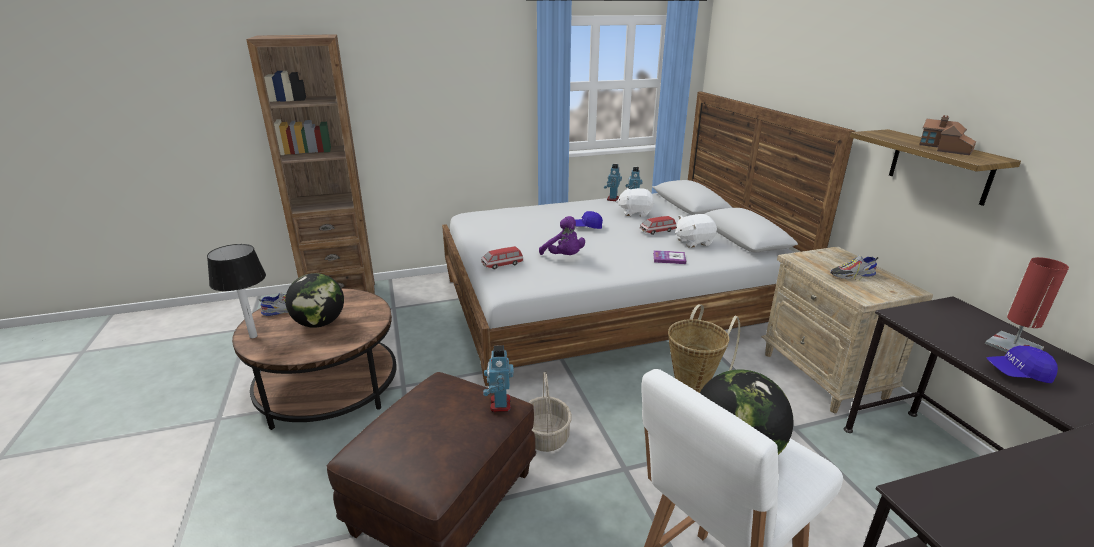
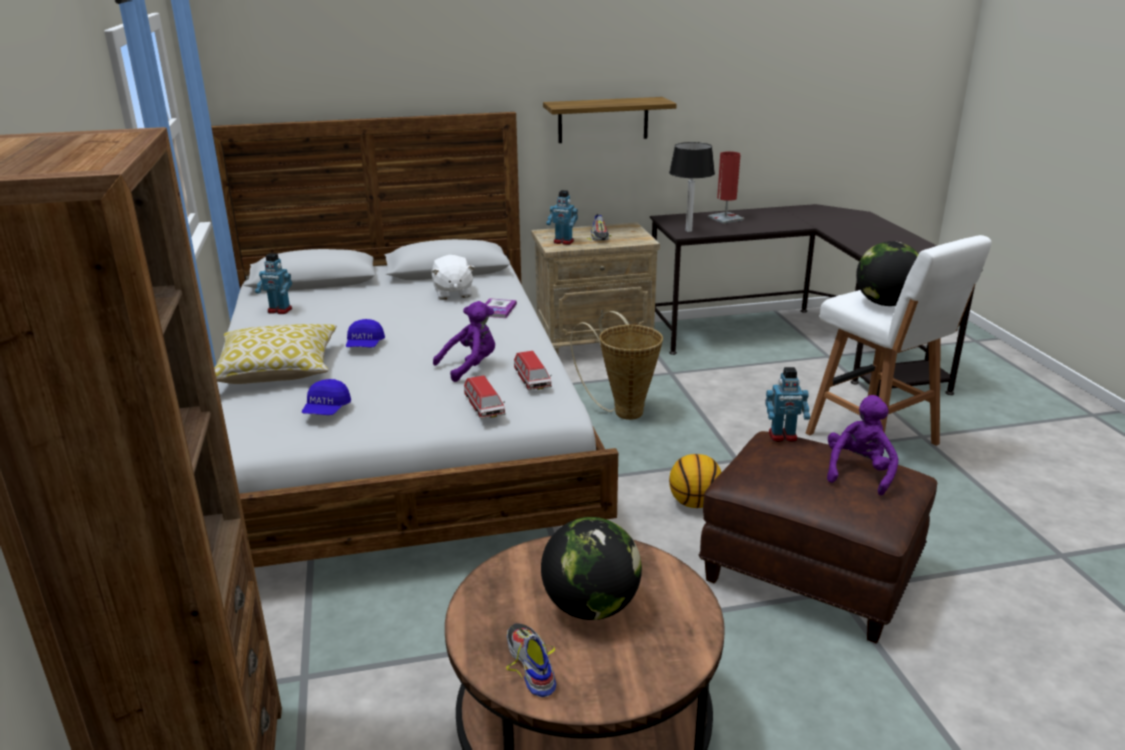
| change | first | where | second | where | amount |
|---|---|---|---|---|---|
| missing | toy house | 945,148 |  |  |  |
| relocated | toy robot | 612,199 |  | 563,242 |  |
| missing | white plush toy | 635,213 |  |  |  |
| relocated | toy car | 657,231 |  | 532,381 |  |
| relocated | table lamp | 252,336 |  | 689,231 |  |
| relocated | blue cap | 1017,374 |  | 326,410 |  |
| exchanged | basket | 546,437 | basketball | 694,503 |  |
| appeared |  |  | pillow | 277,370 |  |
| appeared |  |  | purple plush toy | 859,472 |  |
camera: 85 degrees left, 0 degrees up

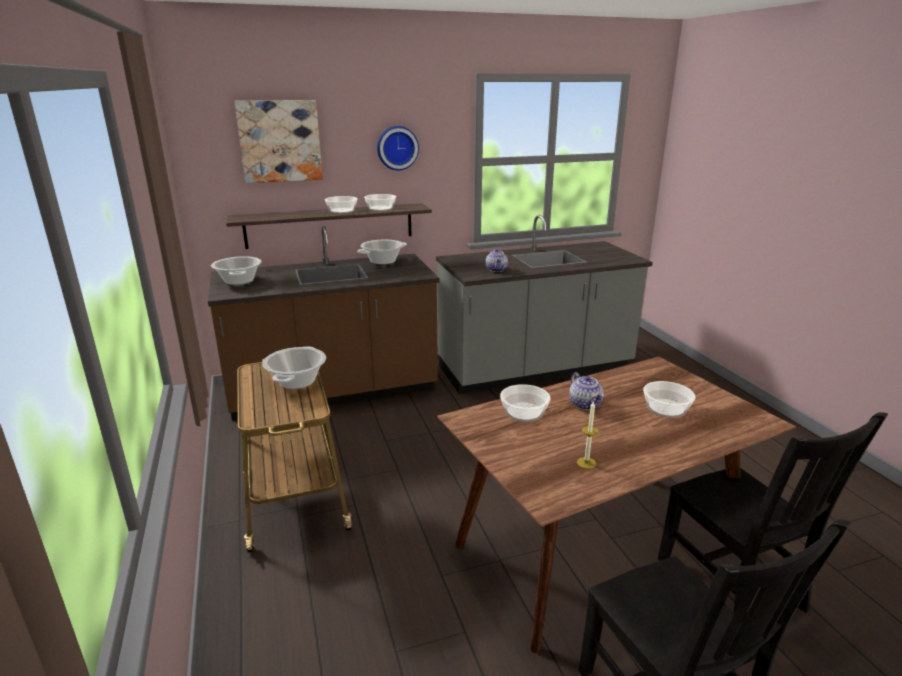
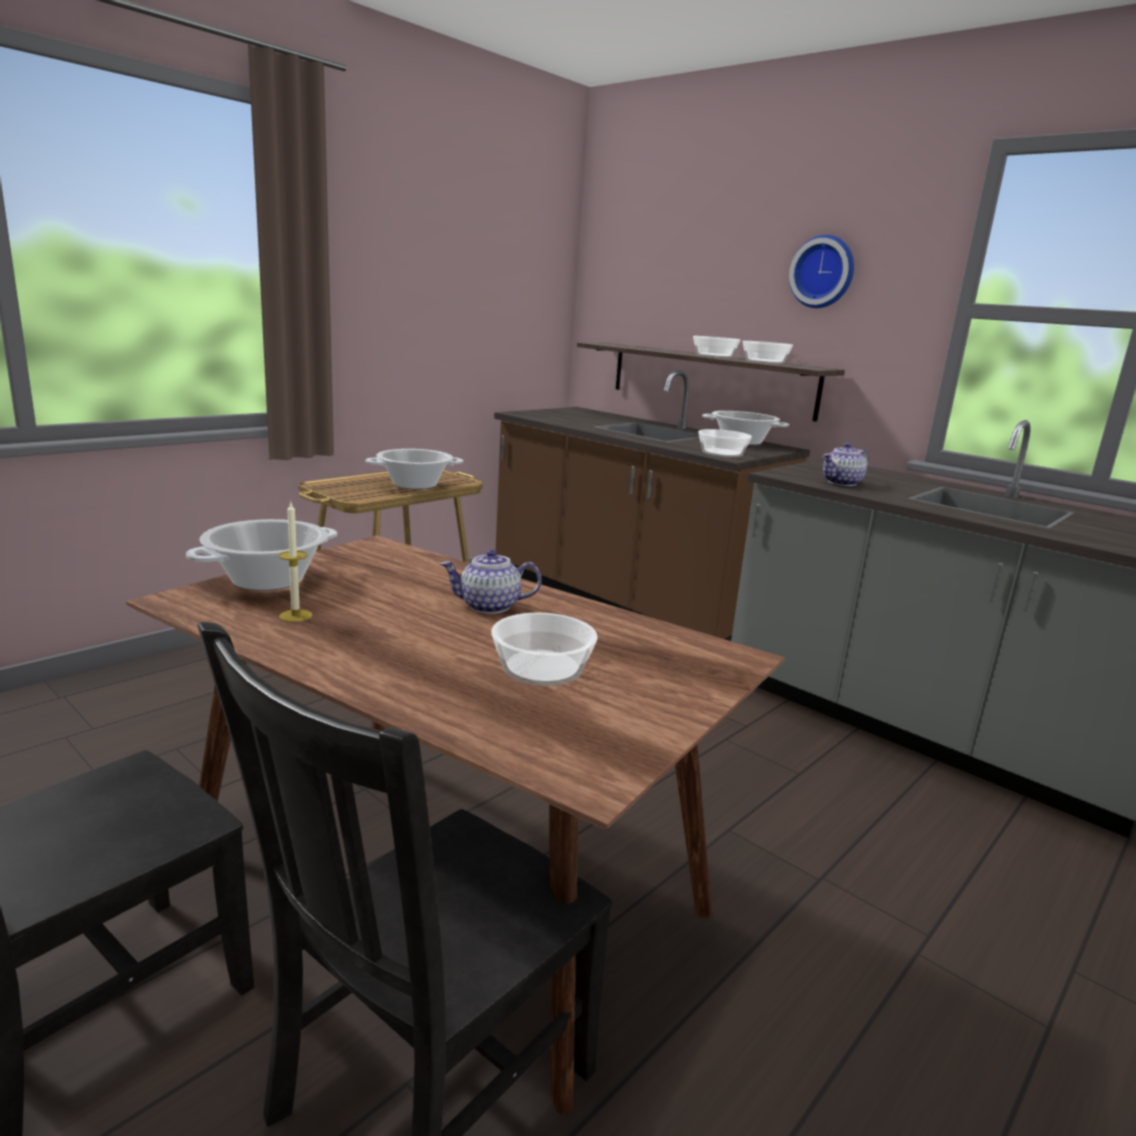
| change | first | where | second | where | amount |
|---|---|---|---|---|---|
| missing | picture | 280,141 |  |  |  |
| relocated | cooking pot | 239,281 |  | 268,580 |  |
| spun | teapot | 585,404 |  | 489,606 | 45 degrees clockwise |
| relocated | bowl | 523,412 |  | 722,453 |  |
camera: 60 degrees right, 5 degrees down

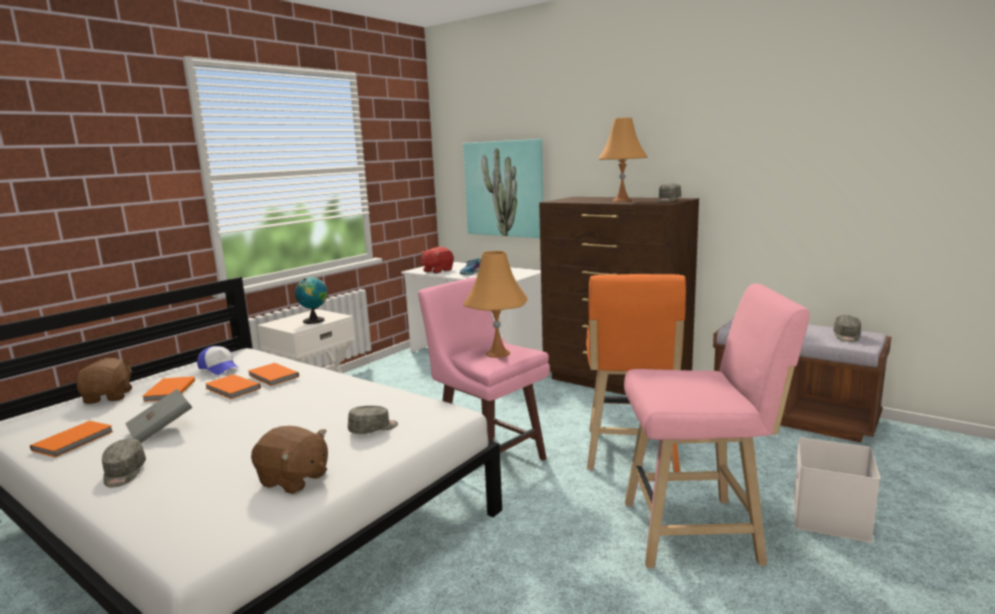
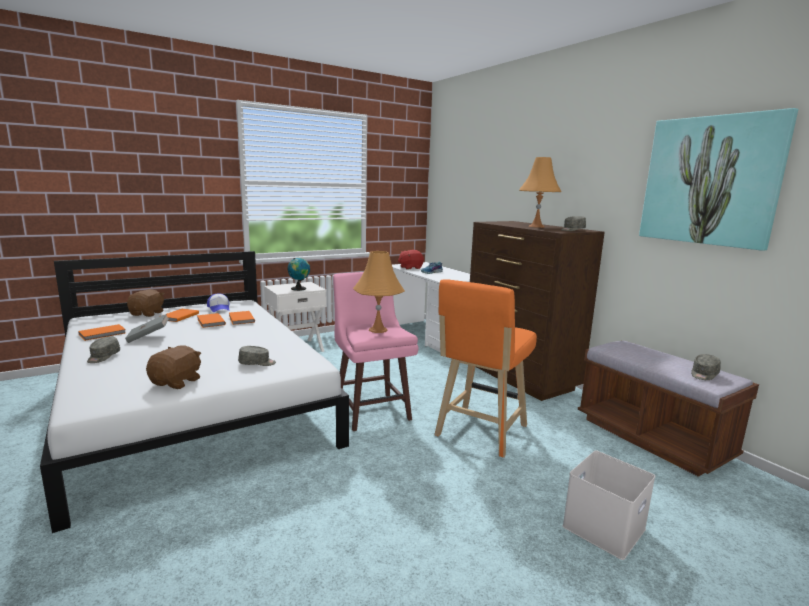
| change | first | where | second | where | amount |
|---|---|---|---|---|---|
| relocated | picture | 504,188 |  | 710,181 |  |
| missing | pink stool | 698,532 |  |  |  |
| spun | brown plush toy | 294,480 |  | 177,382 | 120 degrees counterclockwise |
camera: 20 degrees right, 0 degrees up

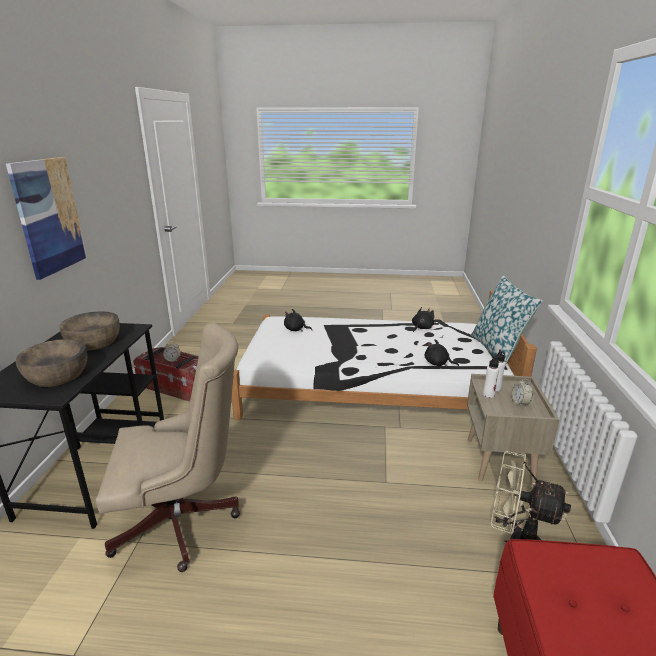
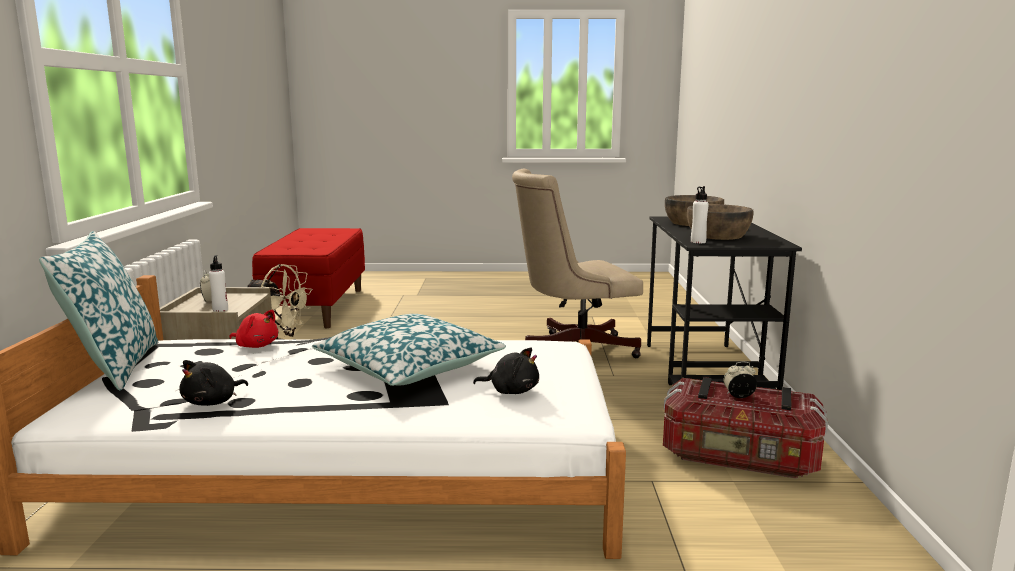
| change | first | where | second | where | amount |
|---|---|---|---|---|---|
| missing | picture | 49,216 |  |  |  |
| colour | black plush toy | 438,363 | red plush toy | 256,345 |  |
| relocated | white bottle | 488,394 |  | 698,242 |  |
| appeared |  |  | pillow | 409,367 |  |
camera: 175 degrees right, 10 degrees down

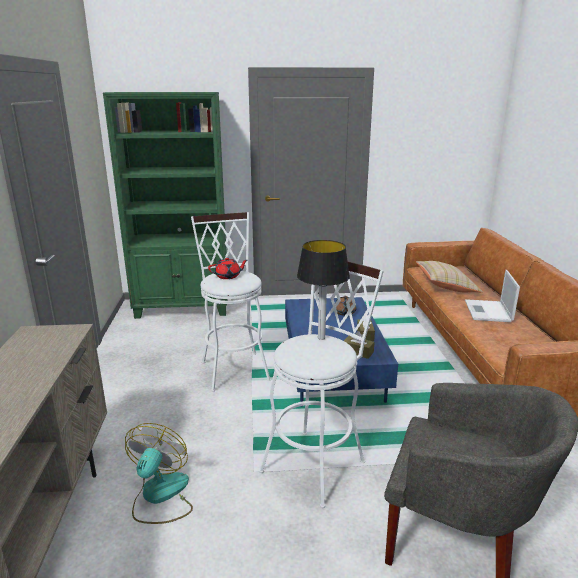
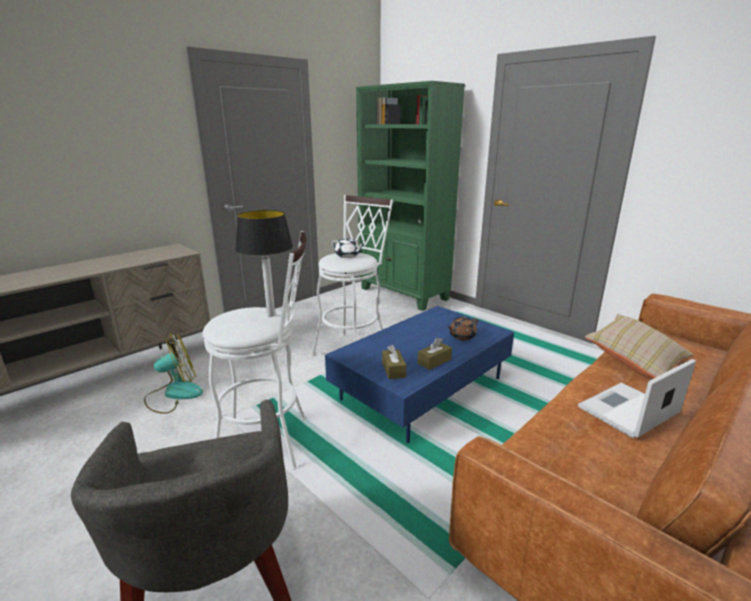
| change | first | where | second | where | amount |
|---|---|---|---|---|---|
| colour | red teapot | 228,276 | white teapot | 347,256 |  |
camera: 50 degrees right, 0 degrees up

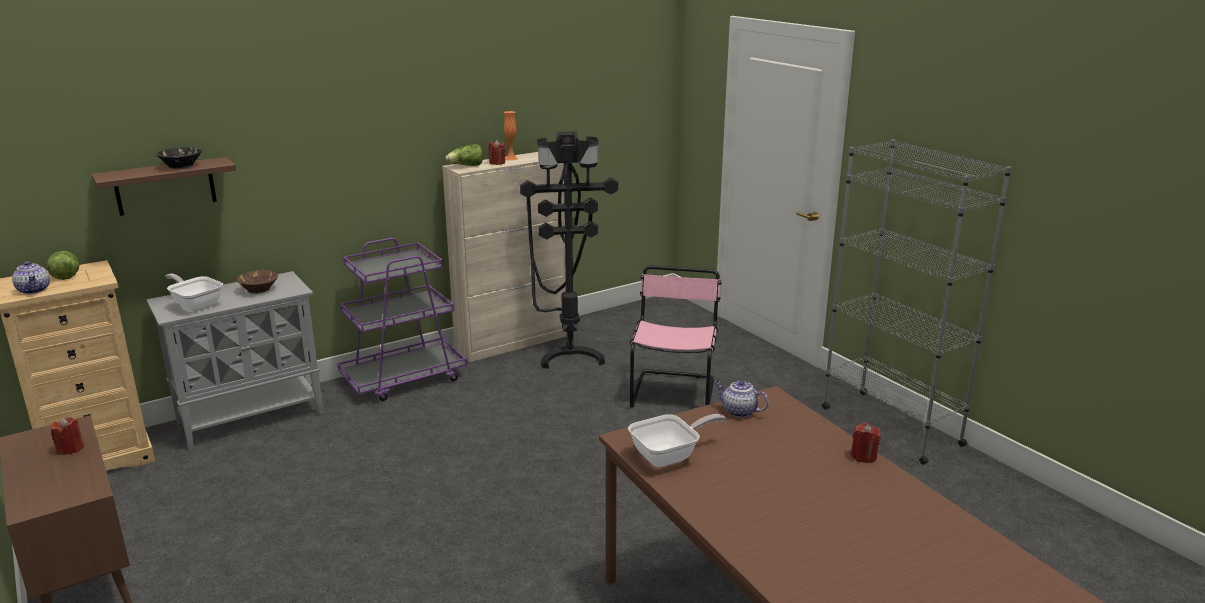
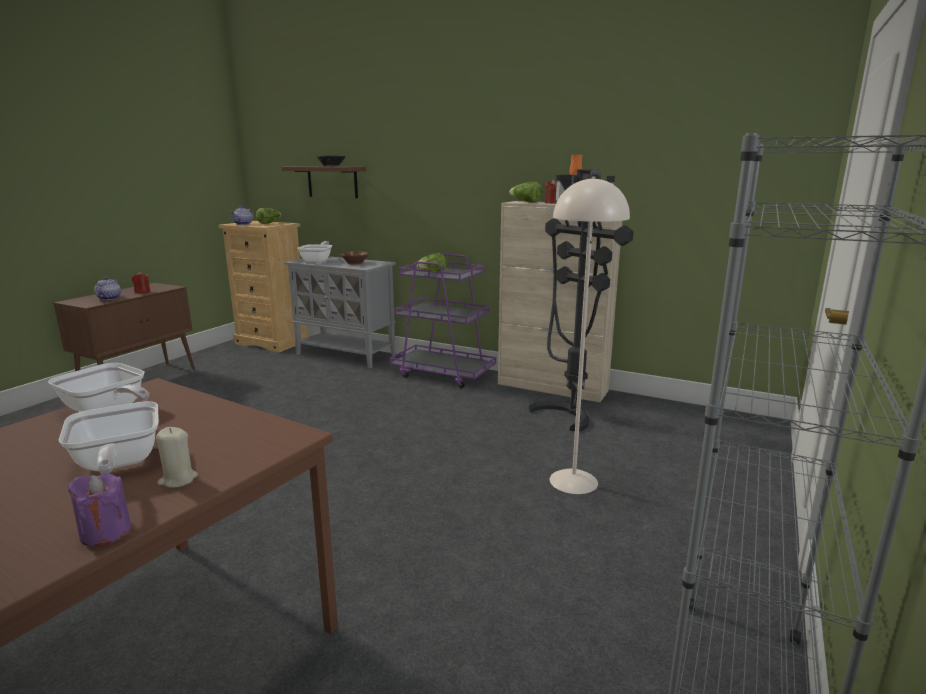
| change | first | where | second | where | amount |
|---|---|---|---|---|---|
| exchanged | pink chair | 673,391 | beige floor lamp | 574,481 |  |
| relocated | teapot | 739,411 |  | 109,298 |  |
| colour | red candle | 863,456 | purple candle | 106,532 |  |
| appeared |  |  | lettuce | 431,272 |  |
| appeared |  |  | frying pan | 117,464 |  |
| appeared |  |  | beige candle | 178,479 |  |
camera: 60 degrees right, 5 degrees down

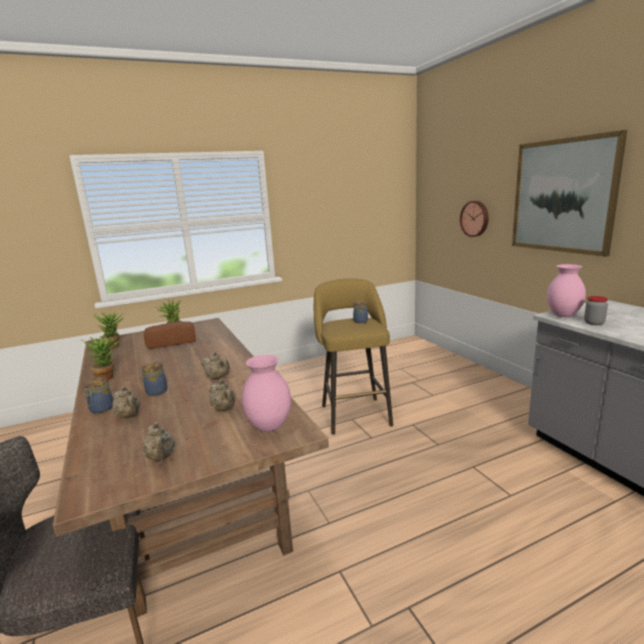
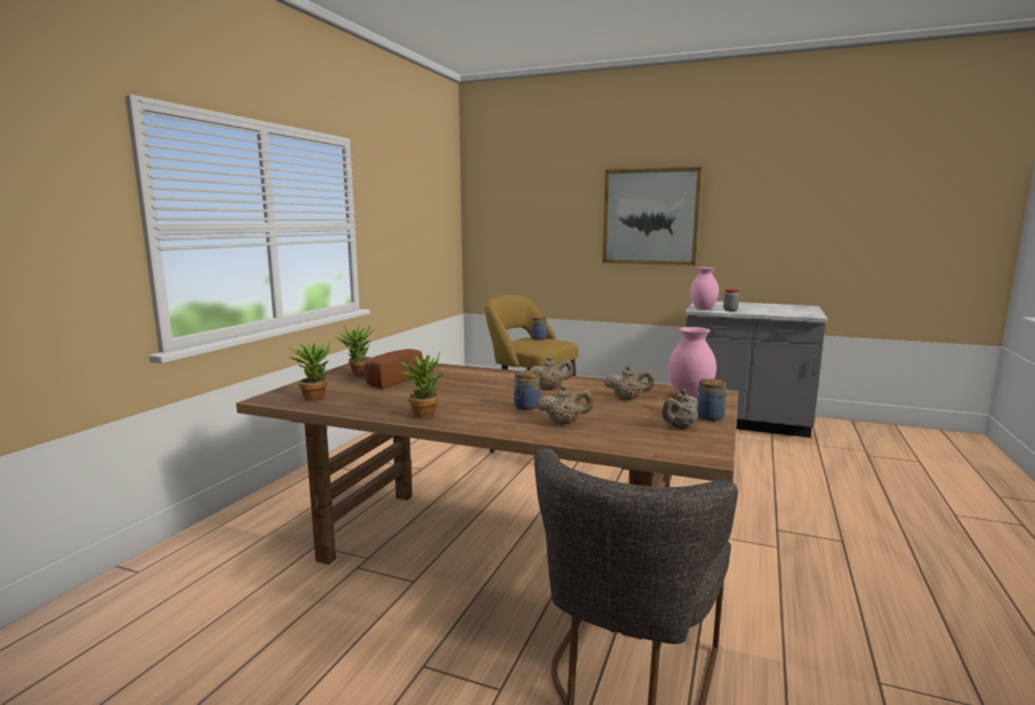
| change | first | where | second | where | amount |
|---|---|---|---|---|---|
| missing | wall clock | 475,218 |  |  |  |
| relocated | jar | 101,409 |  | 711,417 |  |
| spun | beige teapot | 161,458 |  | 679,427 | 120 degrees clockwise |
camera: 45 degrees left, 5 degrees down

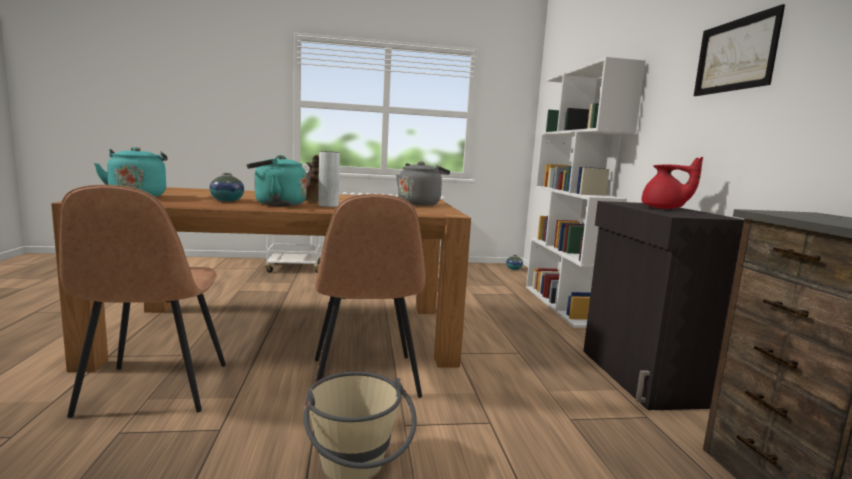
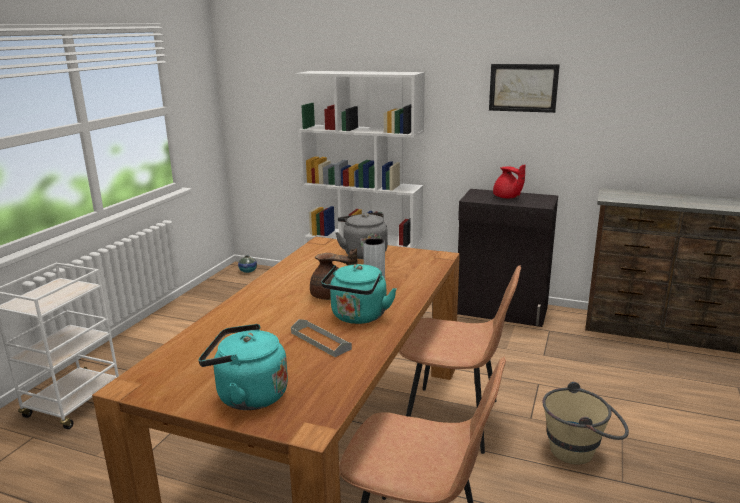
| change | first | where | second | where | amount |
|---|---|---|---|---|---|
| spun | red teapot | 664,208 |  | 507,197 | 75 degrees clockwise |
| exchanged | vase | 227,200 | grey tray | 320,341 |  |
camera: 60 degrees left, 10 degrees up

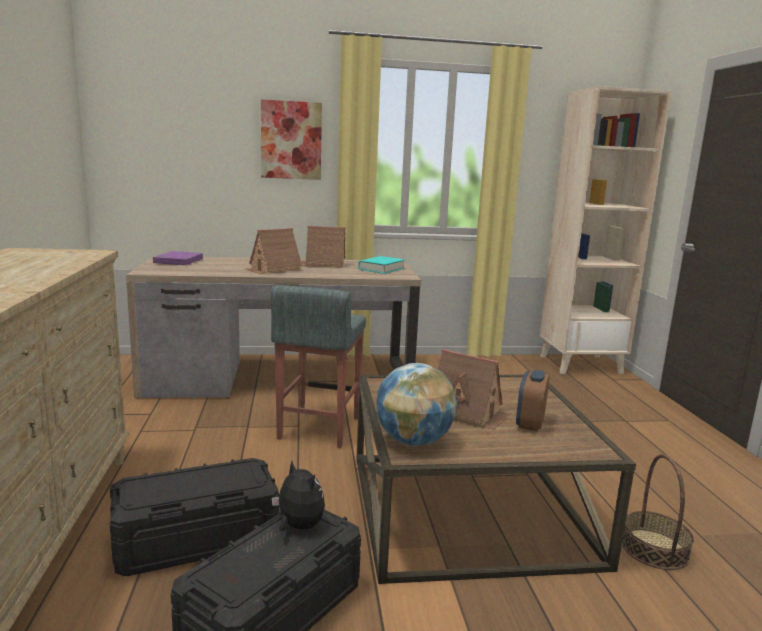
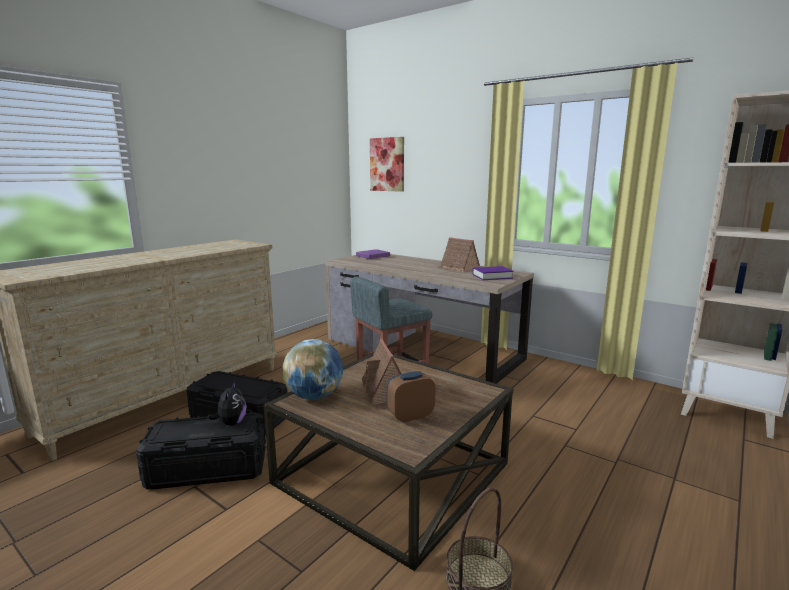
| change | first | where | second | where | amount |
|---|---|---|---|---|---|
| relocated | picture | 291,140 |  | 387,164 |  |
| missing | toy house | 273,269 |  |  |  |
| colour | turquoise book | 381,269 | purple book | 492,276 |  |
camera: 45 degrees right, 0 degrees up

